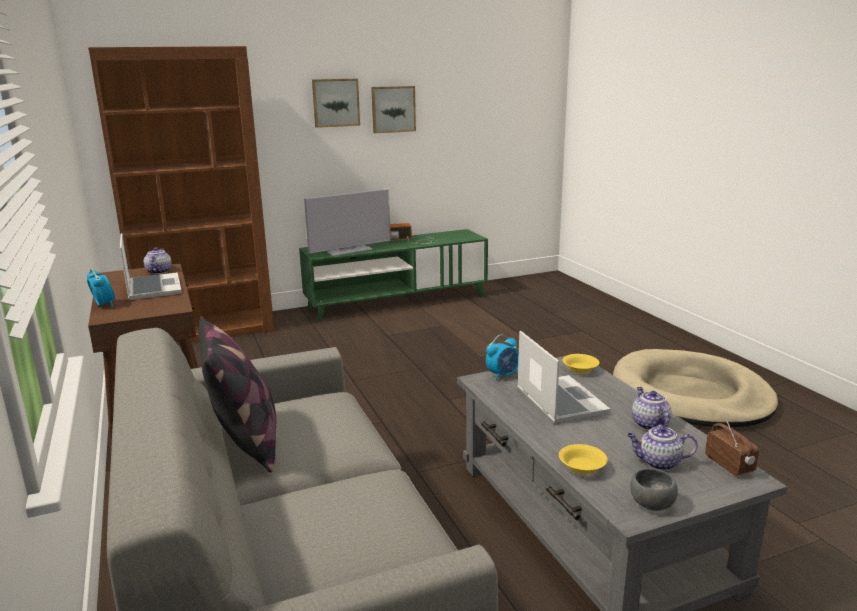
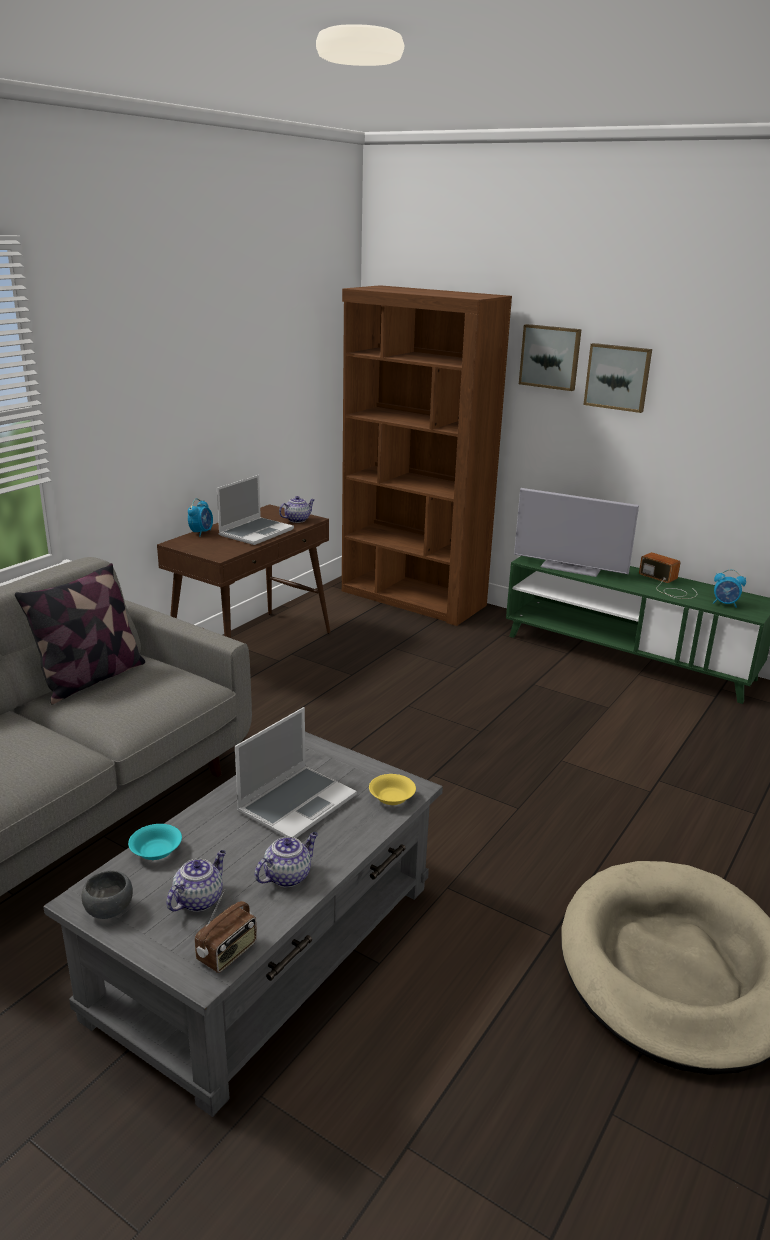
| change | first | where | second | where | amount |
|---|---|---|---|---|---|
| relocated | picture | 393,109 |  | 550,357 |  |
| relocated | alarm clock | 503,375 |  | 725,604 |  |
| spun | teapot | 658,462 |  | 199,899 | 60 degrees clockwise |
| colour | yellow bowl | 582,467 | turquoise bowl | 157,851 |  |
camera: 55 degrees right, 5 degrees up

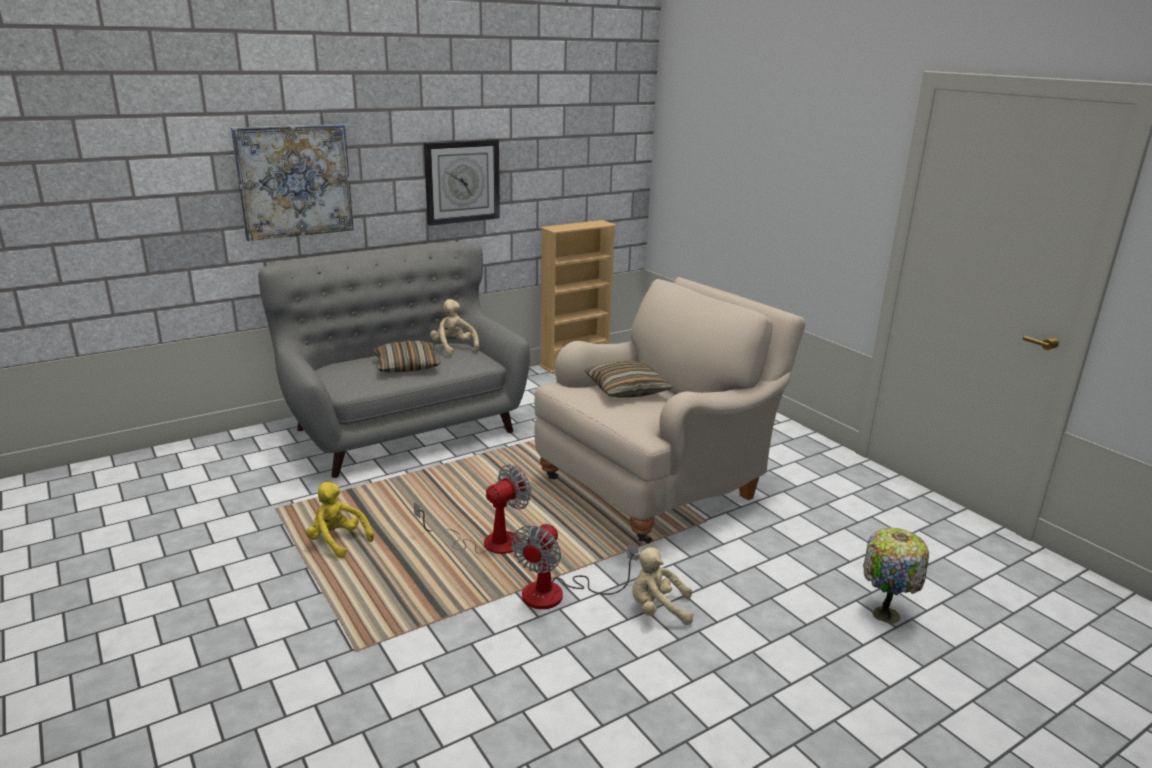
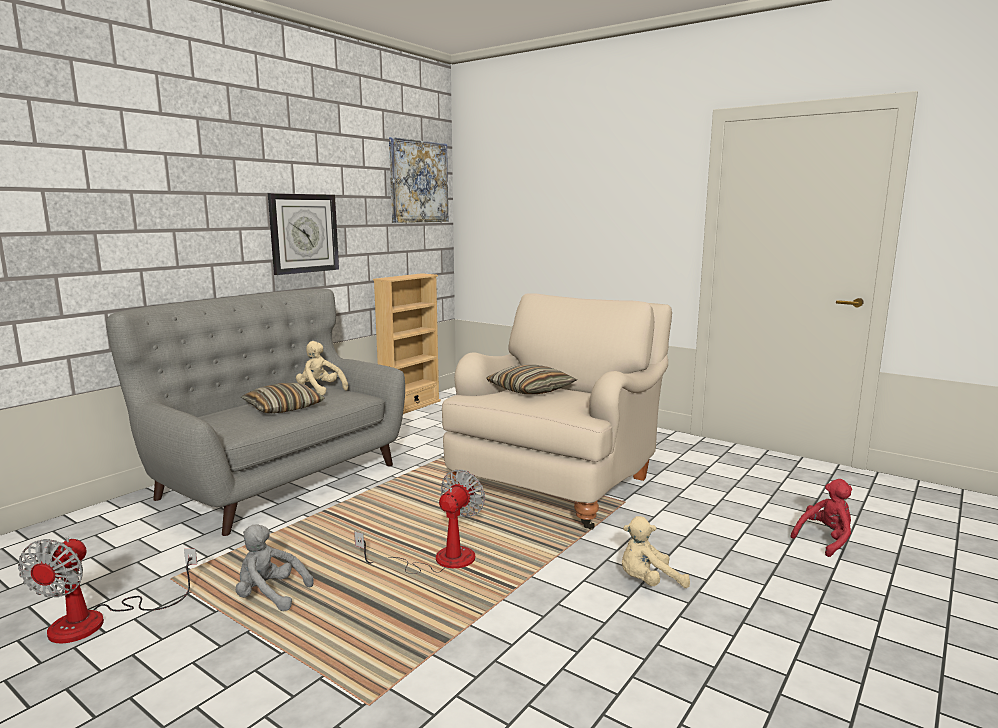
| change | first | where | second | where | amount |
|---|---|---|---|---|---|
| relocated | picture | 294,181 |  | 418,182 |  |
| colour | yellow plush toy | 337,541 | grey plush toy | 270,595 |  |
| relocated | fan | 558,593 |  | 98,621 |  |
| exchanged | table lamp | 885,613 | red plush toy | 825,540 |  |
camera: 20 degrees left, 10 degrees down

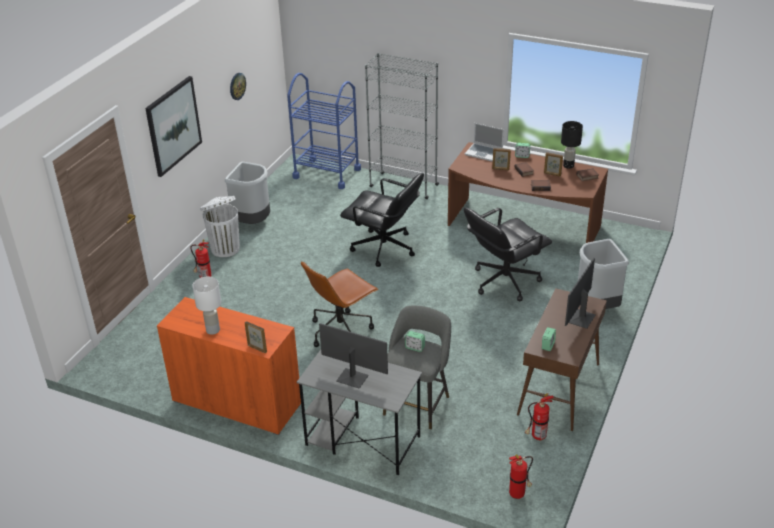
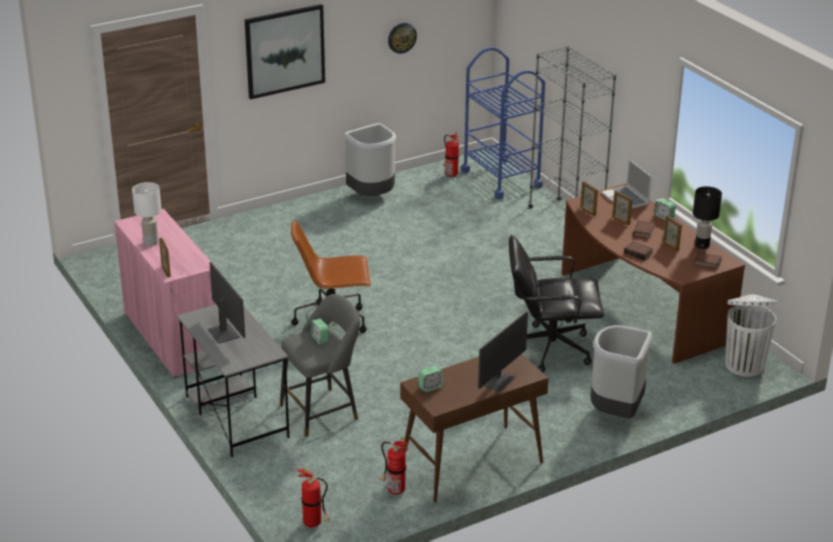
| change | first | where | second | where | amount |
|---|---|---|---|---|---|
| missing | black office chair | 384,248 |  |  |  |
| relocated | white trash can | 225,248 |  | 744,364 |  |
| relocated | fire extinguisher | 204,277 |  | 450,174 |  |
| spun | monitor | 581,318 |  | 497,380 | 150 degrees clockwise |
| colour | orange cabinet | 237,402 | pink cabinet | 173,338 |  |
| appeared |  |  | picture frame | 587,211 |  |
camera: 35 degrees right, 5 degrees down

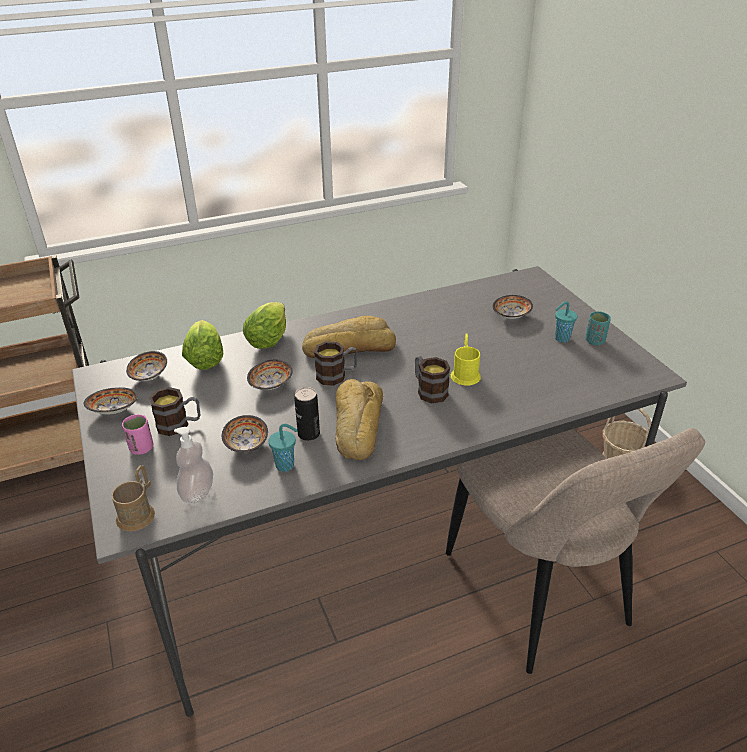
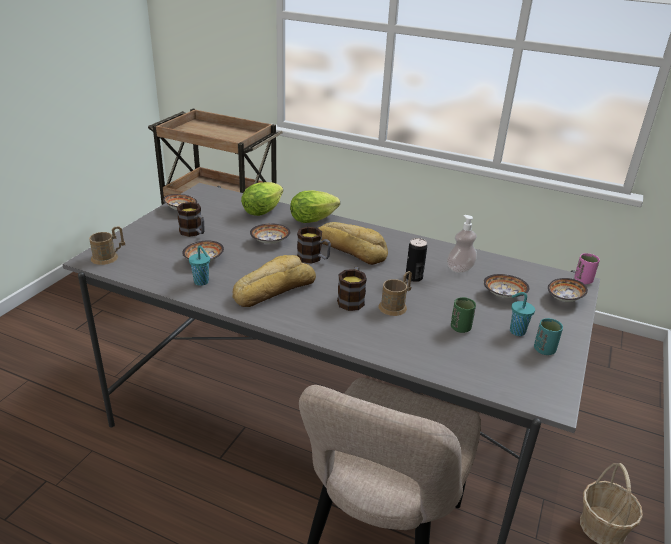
| change | first | where | second | where | amount |
|---|---|---|---|---|---|
| colour | yellow mug | 465,373 | brown mug | 395,306 |  |
| relocated | bowl | 149,376 |  | 564,299 |  |
| relocated | can | 308,434 |  | 414,277 |  |
| relocated | pink cup | 141,448 |  | 583,280 |  |
| relocated | soap dispenser | 197,492 |  | 460,269 |  |
| appeared |  |  | green cup | 460,328 |  |
camera: 45 degrees right, 5 degrees down

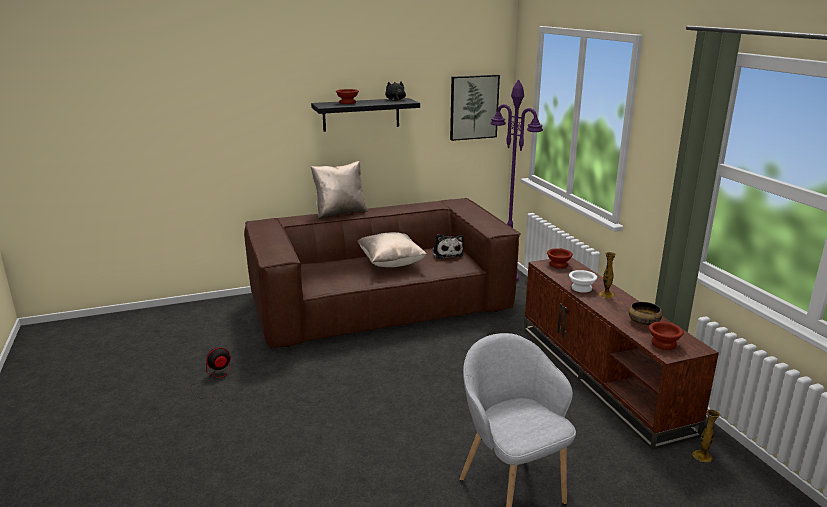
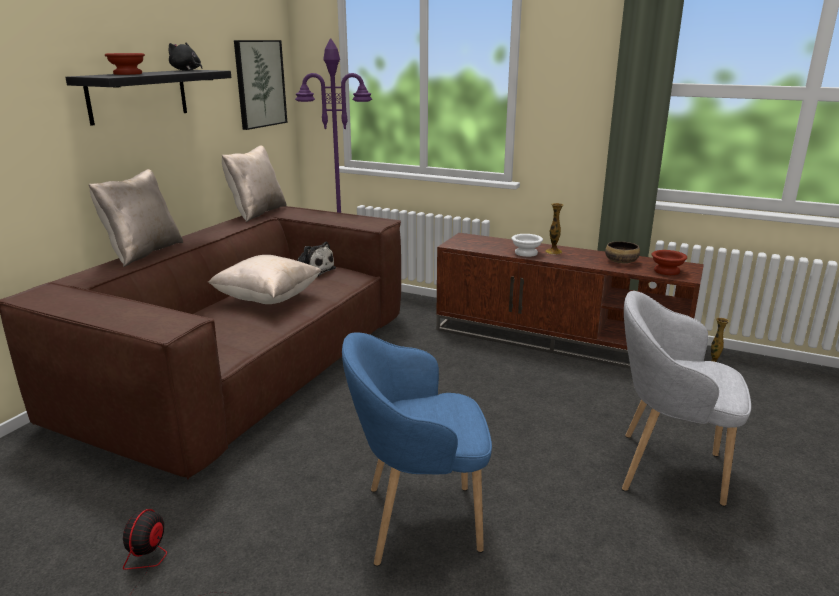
| change | first | where | second | where | amount |
|---|---|---|---|---|---|
| missing | brown bowl | 558,264 |  |  |  |
| appeared |  |  | beige pillow | 256,213 |  |
| appeared |  |  | blue armchair | 417,521 |  |
camera: 45 degrees left, 0 degrees up

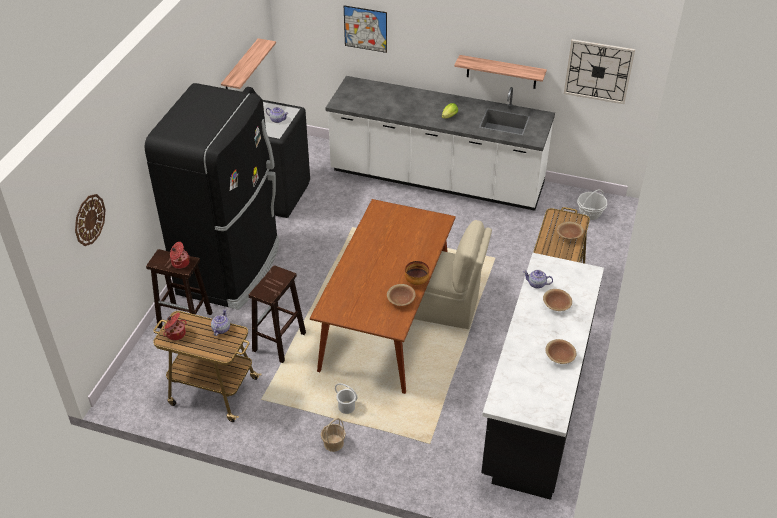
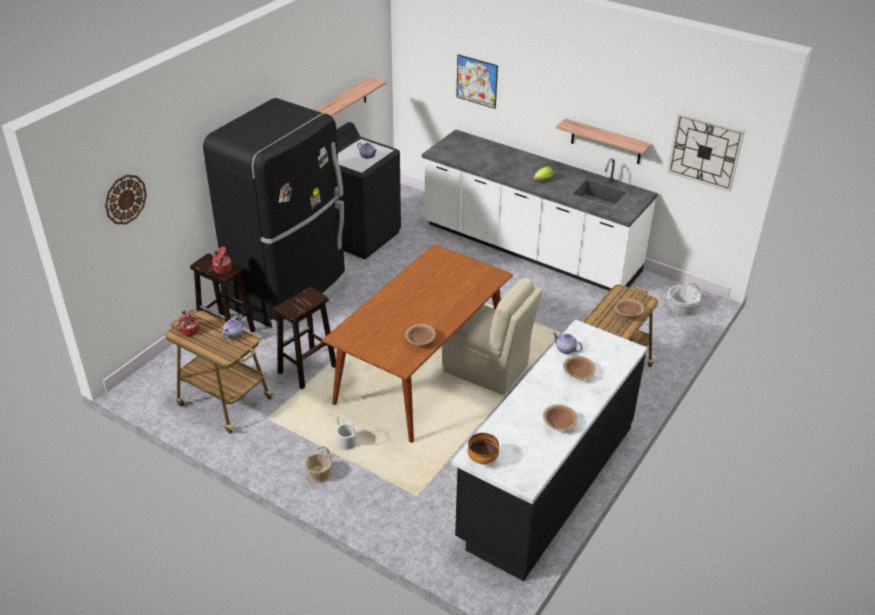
| change | first | where | second | where | amount |
|---|---|---|---|---|---|
| relocated | bowl | 416,282 |  | 482,459 |  |
camera: 15 degrees right, 5 degrees down

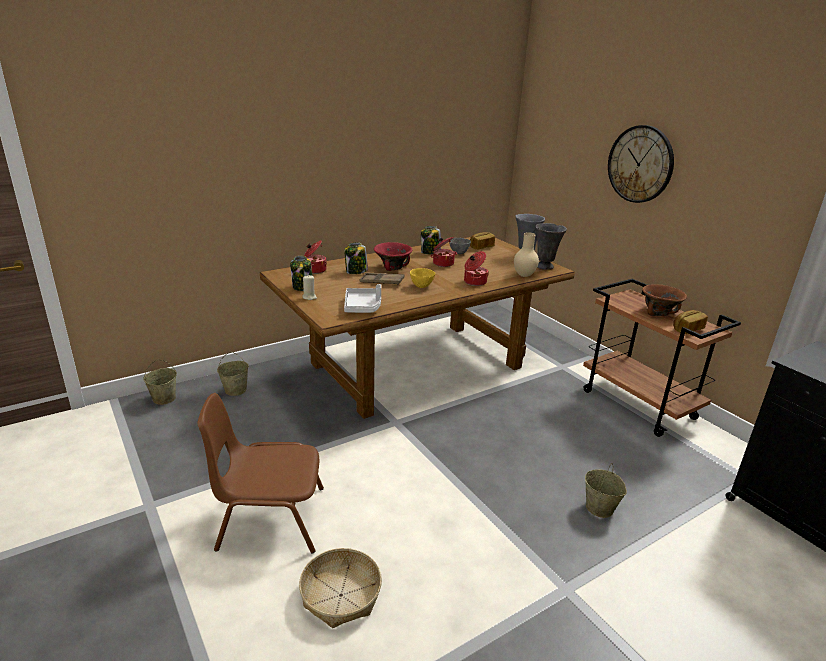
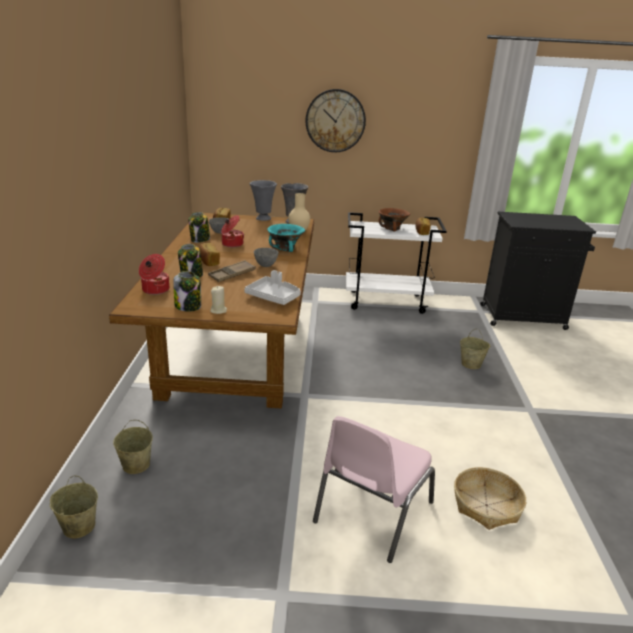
| change | first | where | second | where | amount |
|---|---|---|---|---|---|
| exchanged | red bowl | 392,268 | bread | 208,261 |  |
| exchanged | cooking pot | 474,282 | turquoise bowl | 286,248 |  |
| colour | yellow bowl | 421,286 | grey bowl | 265,265 |  |
| colour | brown cart | 639,405 | white cart | 387,302 |  |
| colour | brown chair | 270,518 | pink chair | 371,512 |  |
camera: 55 degrees left, 0 degrees up

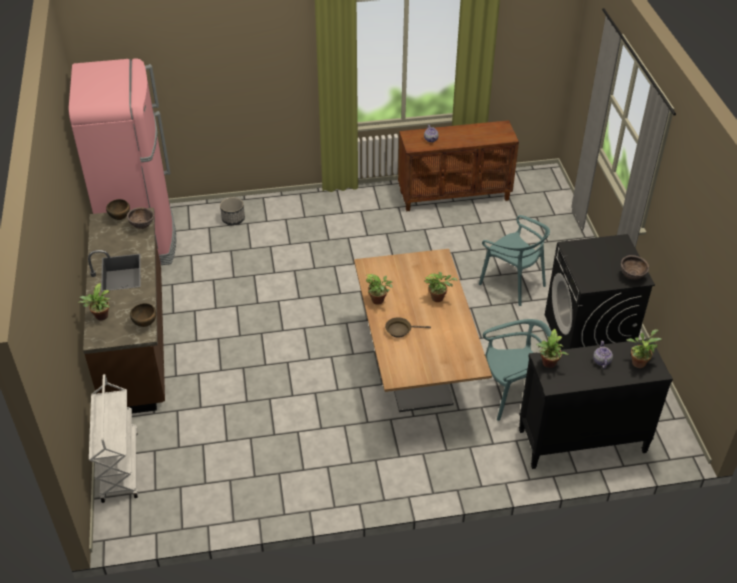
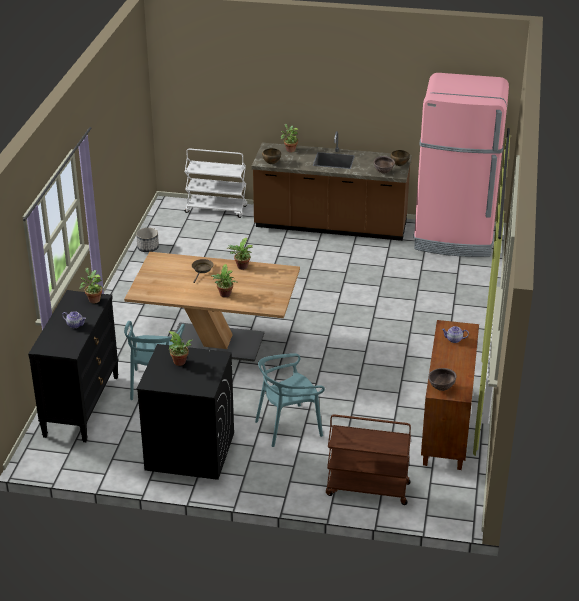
| change | first | where | second | where | amount |
|---|---|---|---|---|---|
| relocated | planter | 233,219 |  | 148,248 |  |
| relocated | brown bowl | 632,276 |  | 441,388 |  |
| relocated | potted plant | 639,362 |  | 181,363 |  |
| appeared |  |  | brown cart | 367,489 |  |
camera: 110 degrees right, 10 degrees down

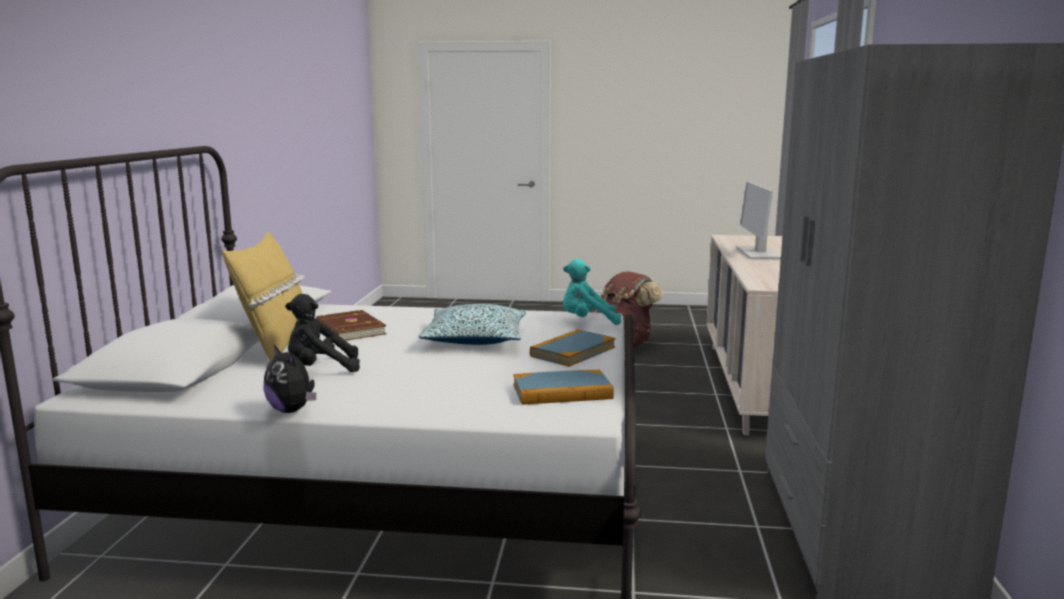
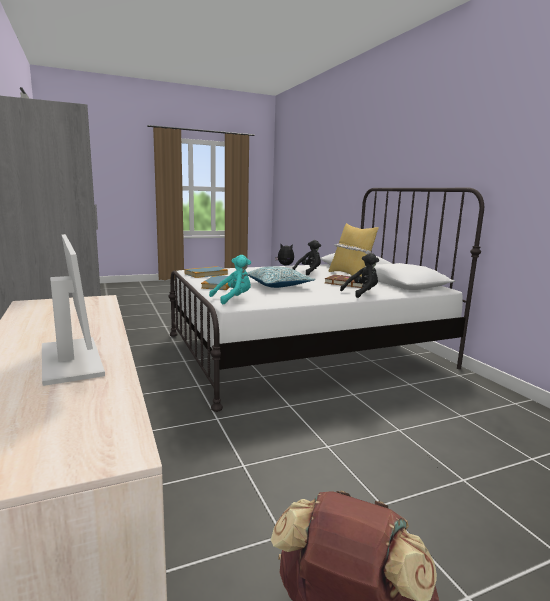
| change | first | where | second | where | amount |
|---|---|---|---|---|---|
| appeared |  |  | black plush toy | 362,293 |  |
camera: 150 degrees right, 0 degrees up

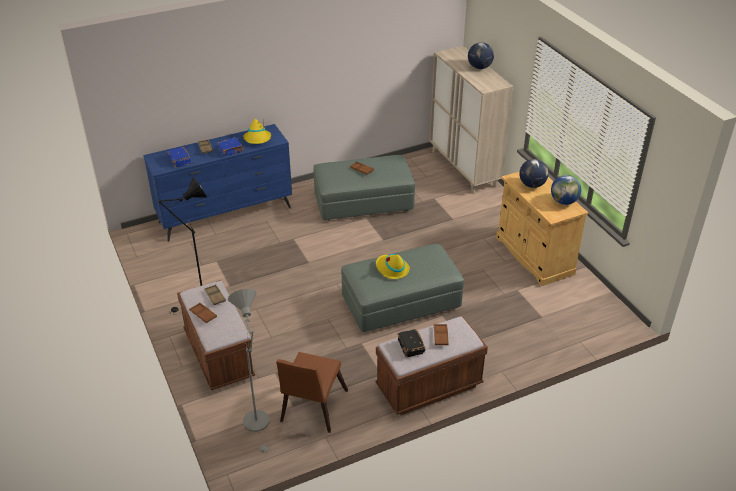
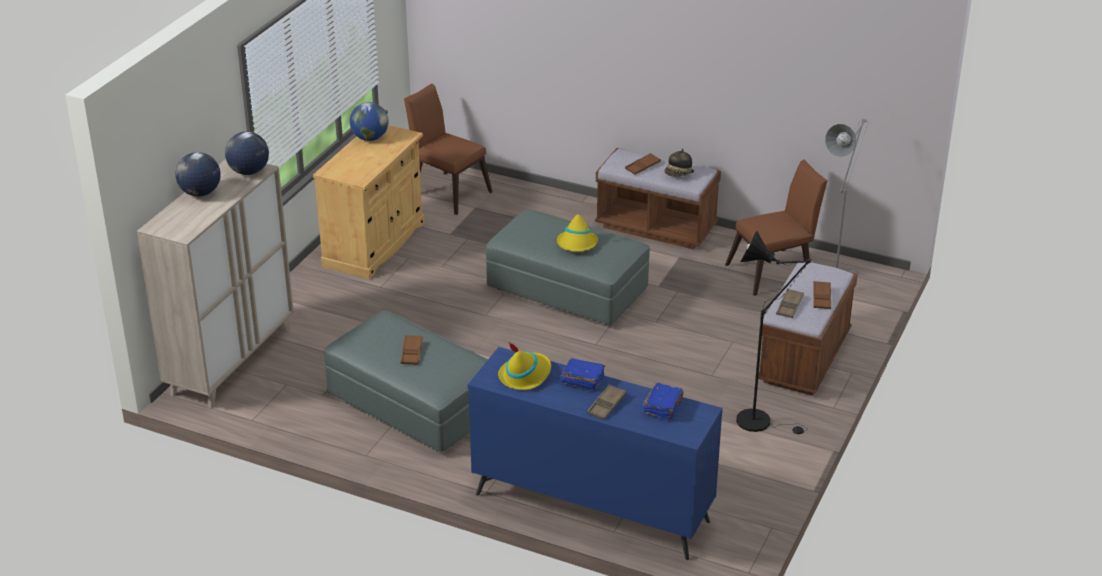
| change | first | where | second | where | amount |
|---|---|---|---|---|---|
| relocated | globe | 532,185 |  | 248,172 |  |
| exchanged | black book | 410,347 | hat | 679,174 |  |
| appeared |  |  | brown chair | 447,191 |  |
camera: 130 degrees left, 5 degrees down

